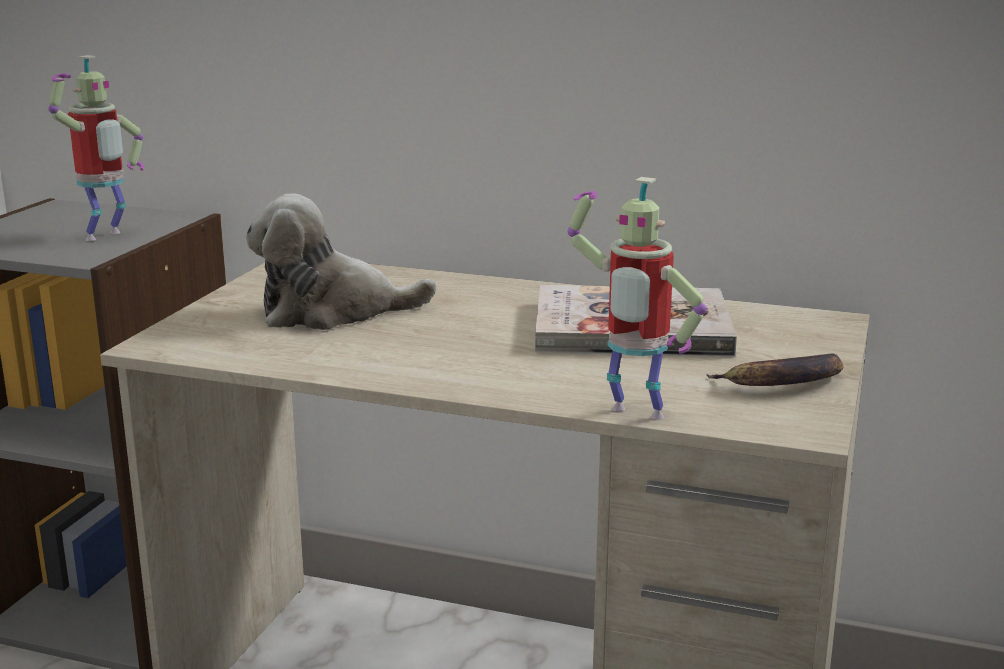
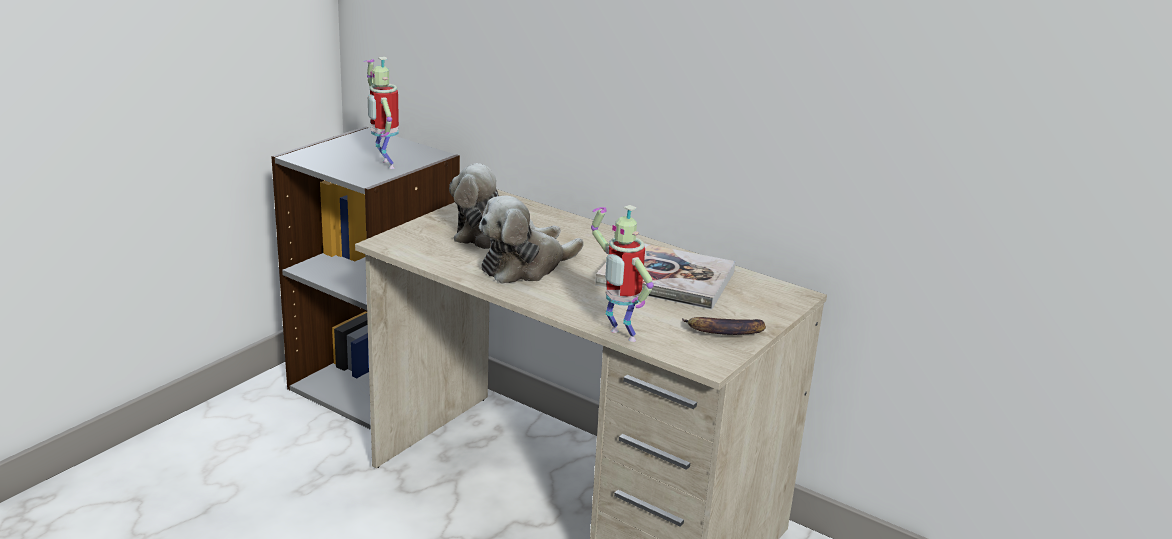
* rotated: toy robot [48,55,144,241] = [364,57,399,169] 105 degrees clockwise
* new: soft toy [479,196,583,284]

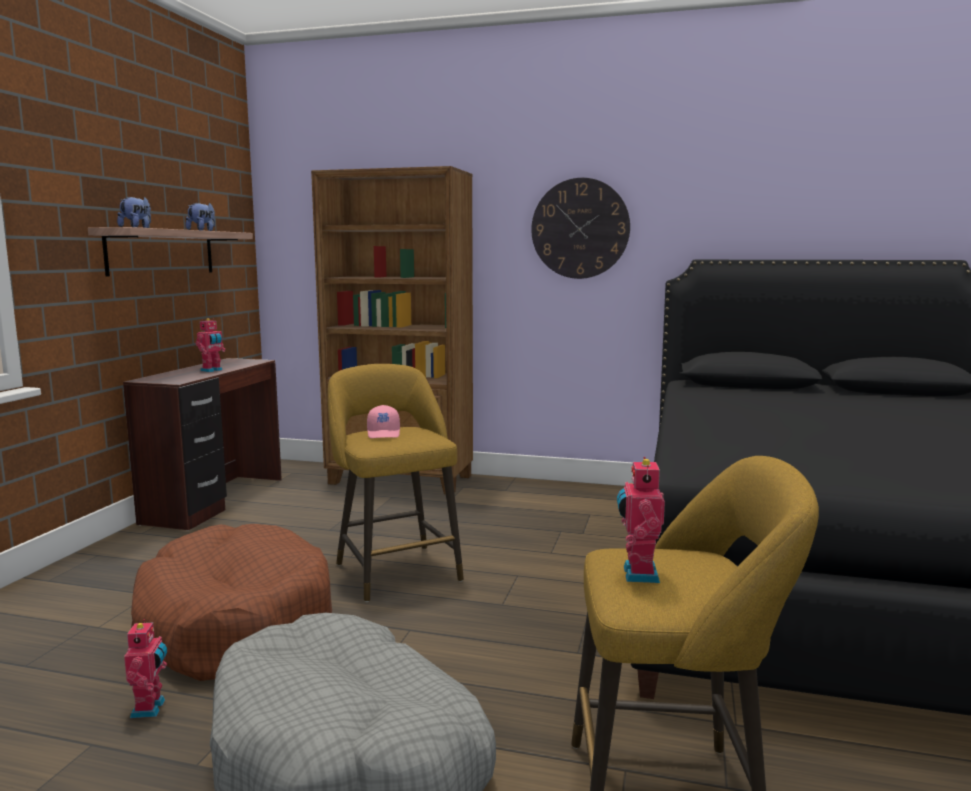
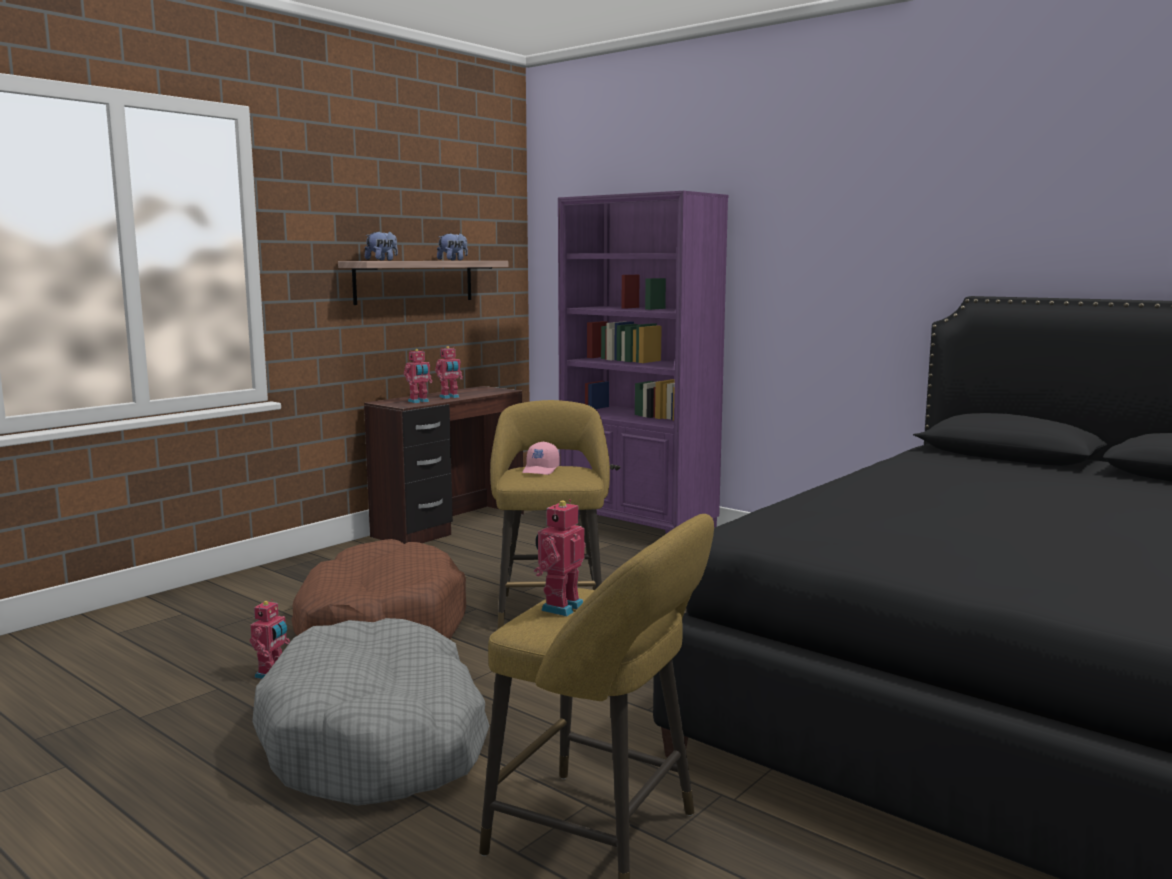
* new: toy robot [404,349,433,403]
* repainted: brown-coloured shelving unit [311,166,473,494] to purple shelving unit [558,191,728,534]
* gone: clock on the wall [531,178,630,279]

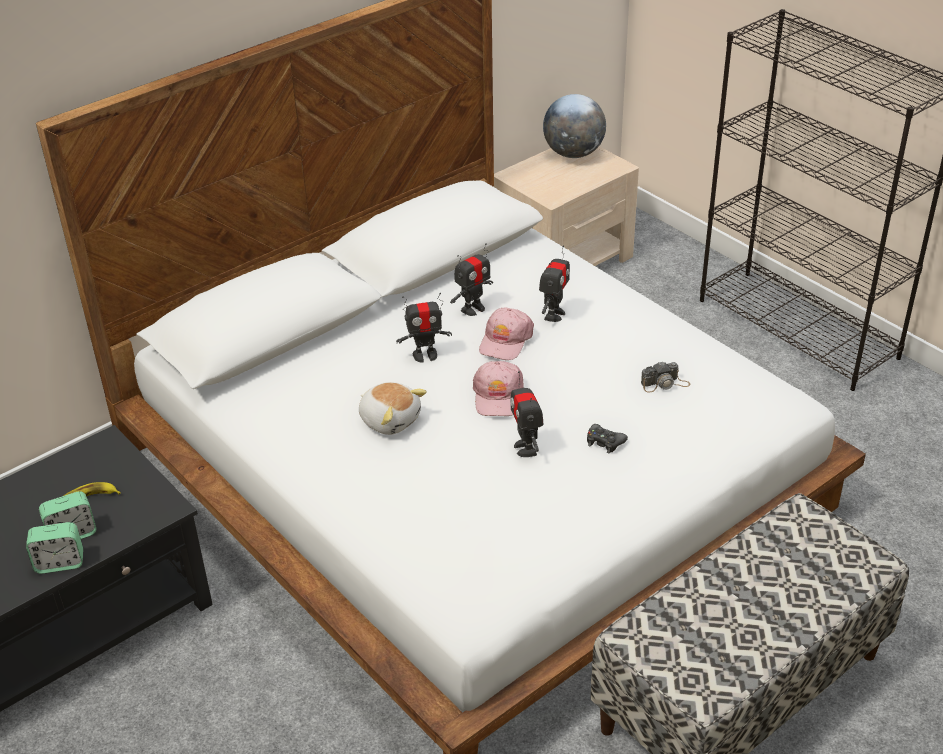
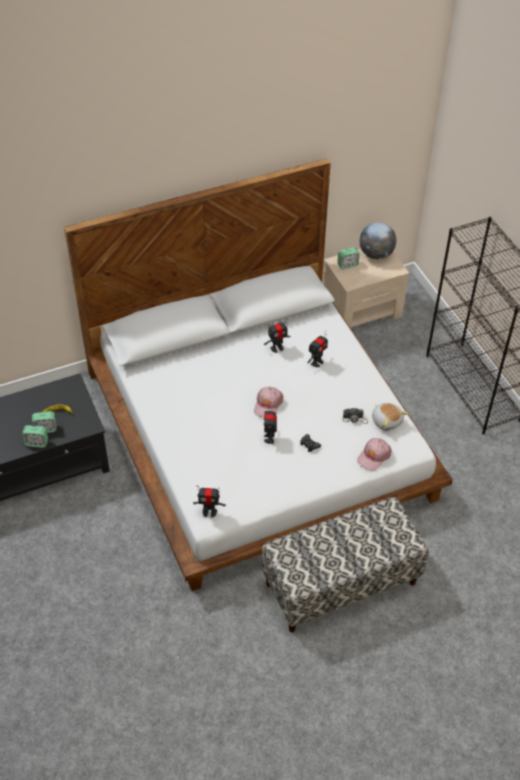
* shifted: toy robot [396,293,452,362] to [193,488,226,518]
* new: bedside clock [337,247,359,269]
* shifted: pink-coloured cap [479,307,534,360] to [357,438,392,471]
* shifted: soft toy [359,382,427,435] to [372,403,408,431]

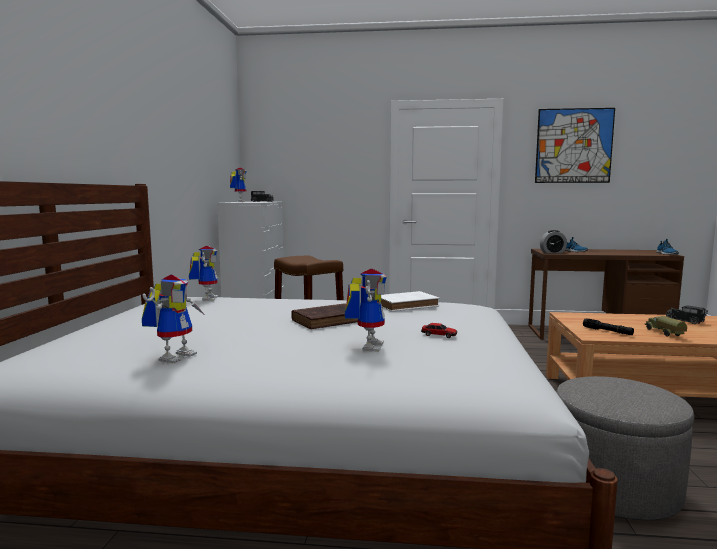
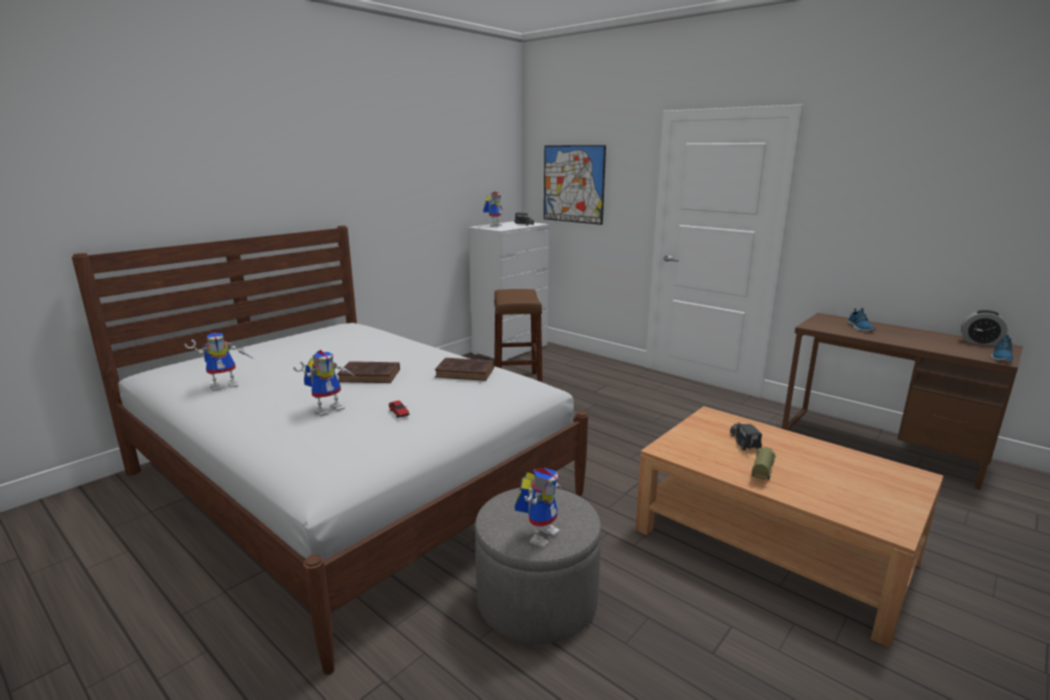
* repainted: whitish book [381,291,439,312] to brown-coloured book [435,358,494,381]
* shifted: toy robot [189,246,219,301] to [515,468,563,548]
* shifted: wall art [535,108,615,183] to [544,145,606,225]
* shifted: toy truck [665,305,708,324] to [730,422,762,451]
* shifted: bedside clock [540,230,567,253] to [961,310,1008,346]
* gone: black-coloured torch [583,318,634,335]

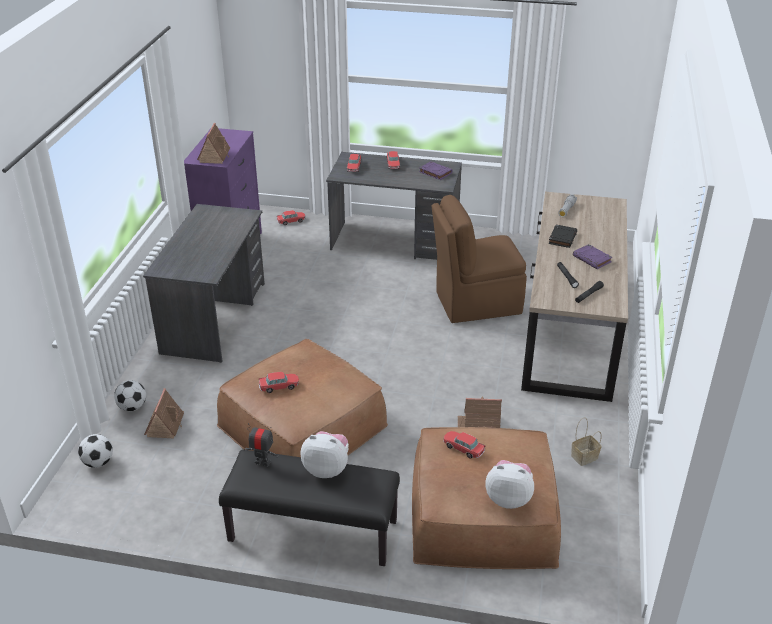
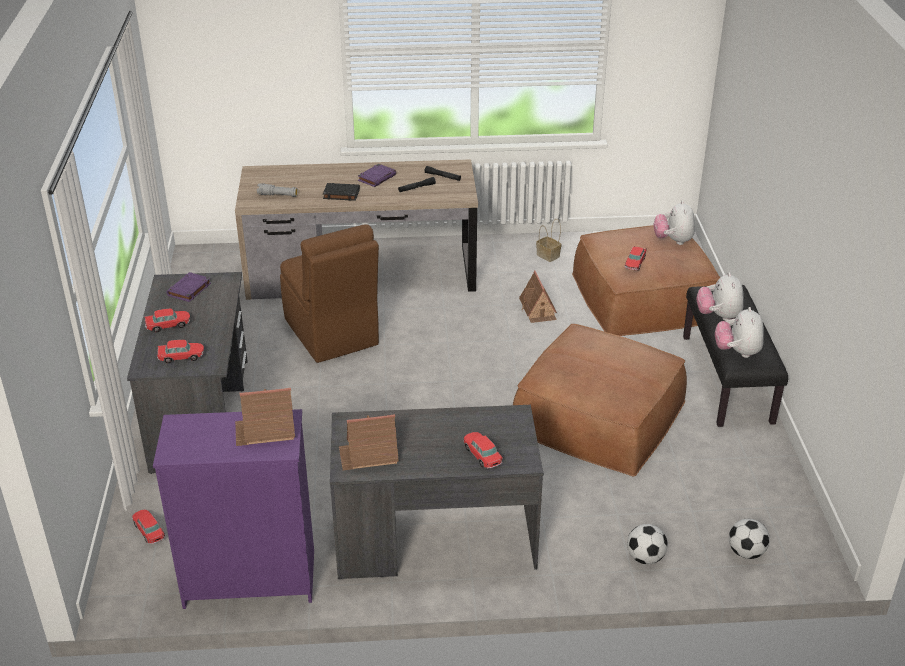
* shifted: toy house [144,388,184,439] to [339,414,399,470]
* shifted: model car [259,372,299,393] to [463,432,503,468]
* swapped: toy robot [244,423,279,467] to soft toy [715,307,764,358]

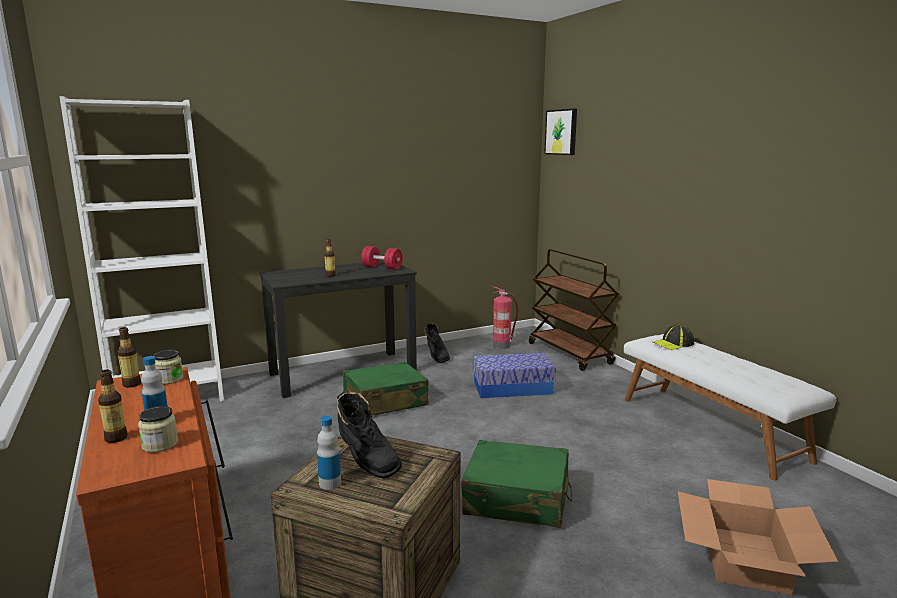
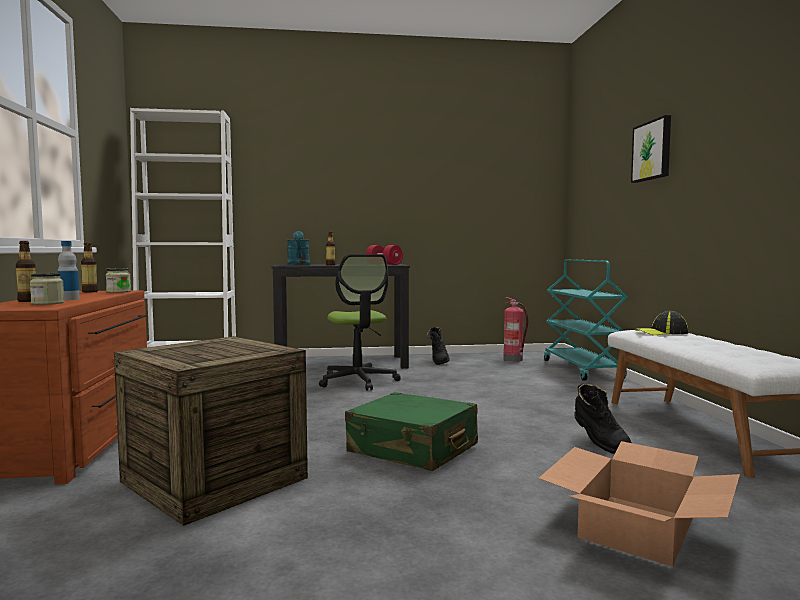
* new: blue-green watering can [287,231,310,265]
* swapped: greenish suitcase [343,362,428,415] to computer chair [319,254,401,391]
* repainted: brown-coloured trolley [529,249,619,371] to blue-green trolley [544,259,628,381]
* shifted: black-coloured boot [337,392,402,479] to [574,383,632,454]
* shifted: wall art [544,109,577,155] to [631,115,671,183]
* gone: bottle [317,416,341,490]
* gone: storage bin [473,353,556,398]

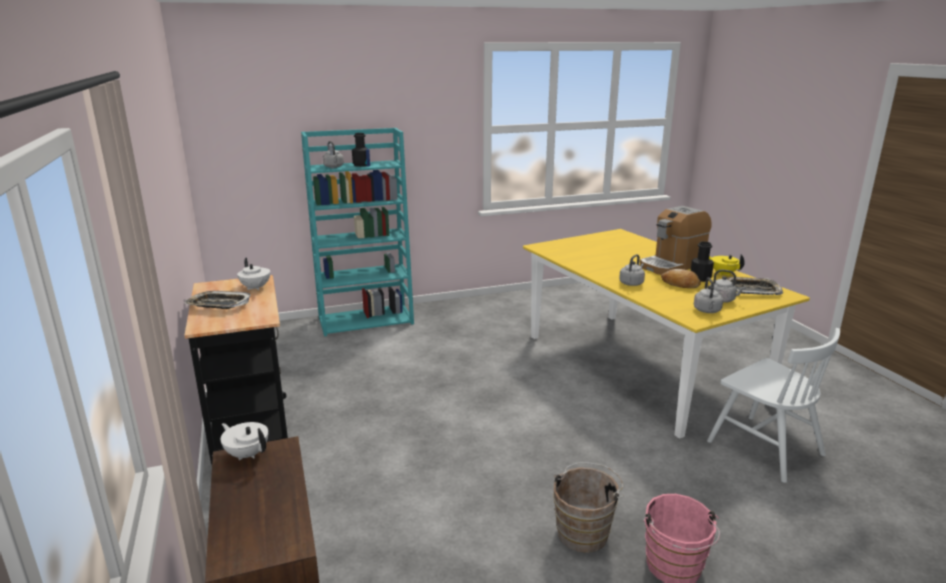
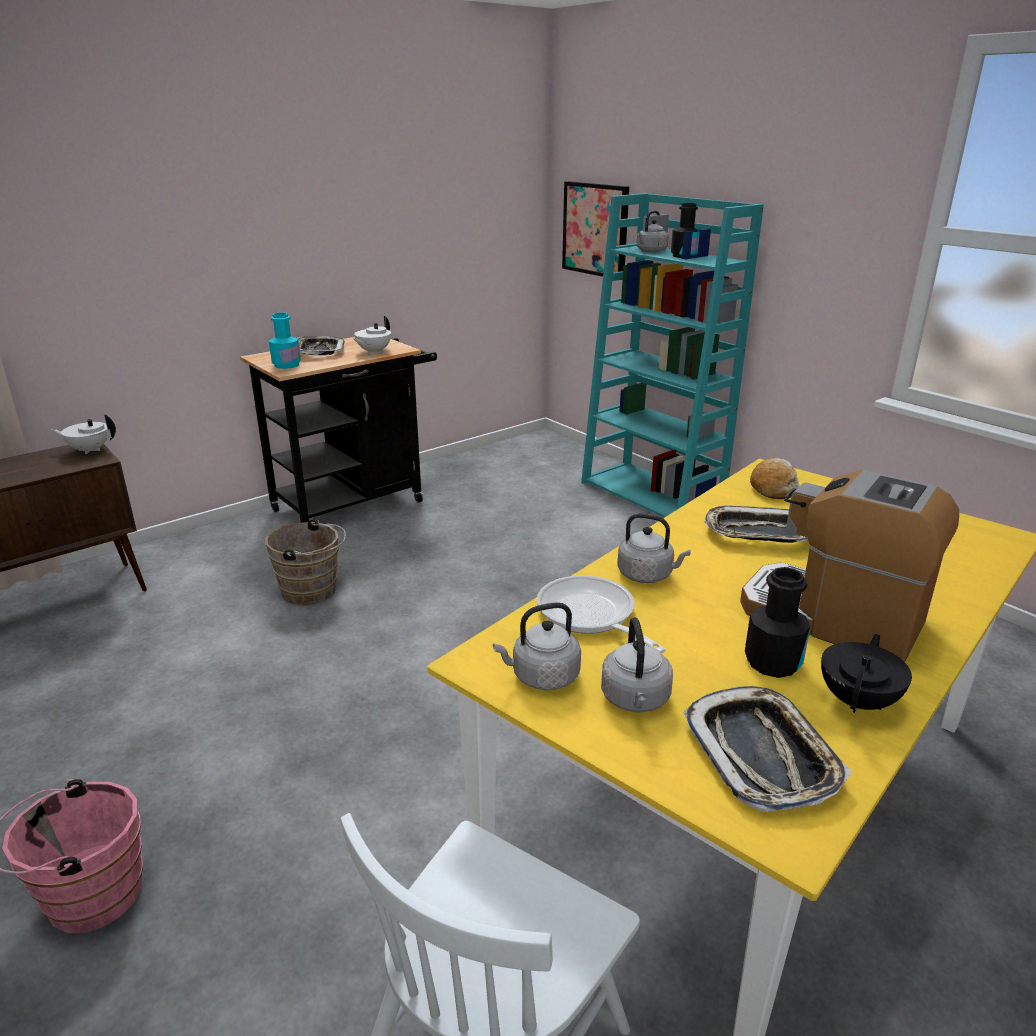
* rotated: whitish teapot [221,422,268,460] = [51,414,116,454] 105 degrees counterclockwise
* shifted: brown-coloured pail [553,462,624,553] to [265,519,346,605]
* new: blue-green bottle [269,312,301,369]
* new: pan [537,575,666,653]
* new: wall art [562,181,629,277]
* new: tray [704,506,808,543]
* shifted: bakery bread [661,269,701,288] to [750,458,800,499]
* repainted: yellow teapot [709,254,745,276] to black-coloured teapot [821,634,912,713]

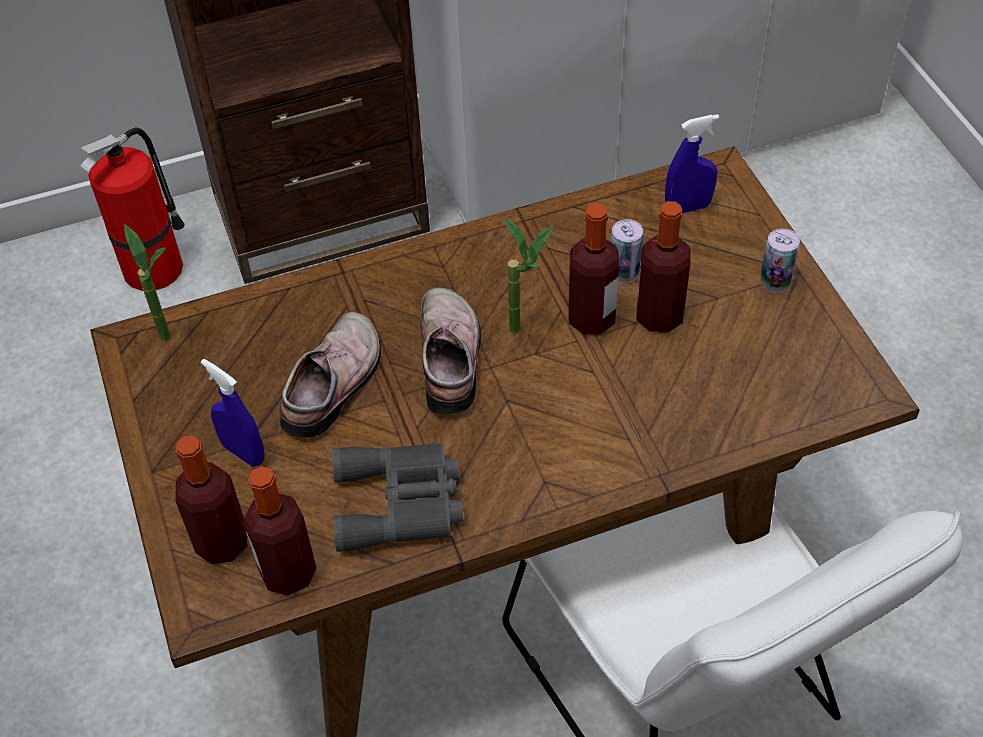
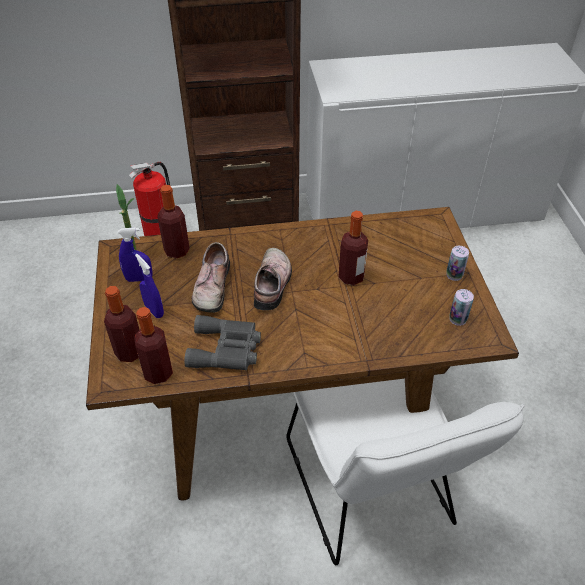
* shifted: blue-coloured spray bottle [665,114,719,213] to [118,228,153,282]
* shifted: bottle [636,201,690,333] to [157,185,190,259]
* rotated: item of footwear [280,312,381,438] = [192,242,230,313] 150 degrees clockwise
* shifted: can [611,219,643,283] to [449,289,474,326]
* gone: plant in a pot [503,218,554,334]

